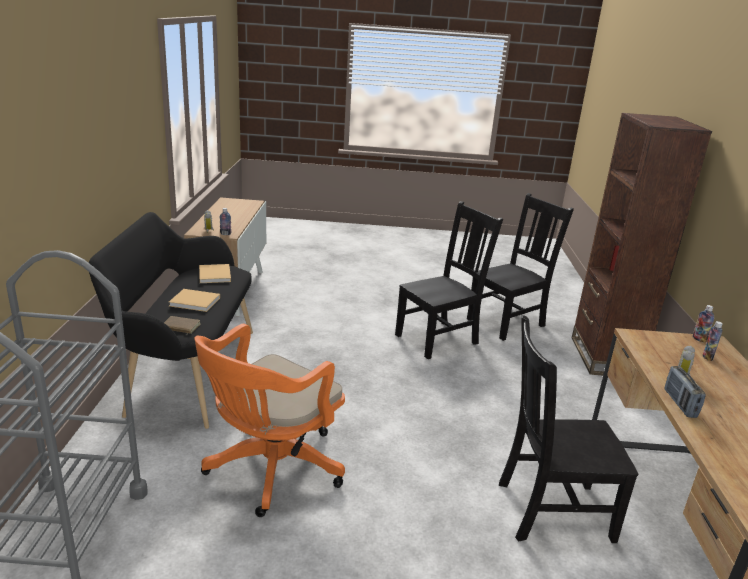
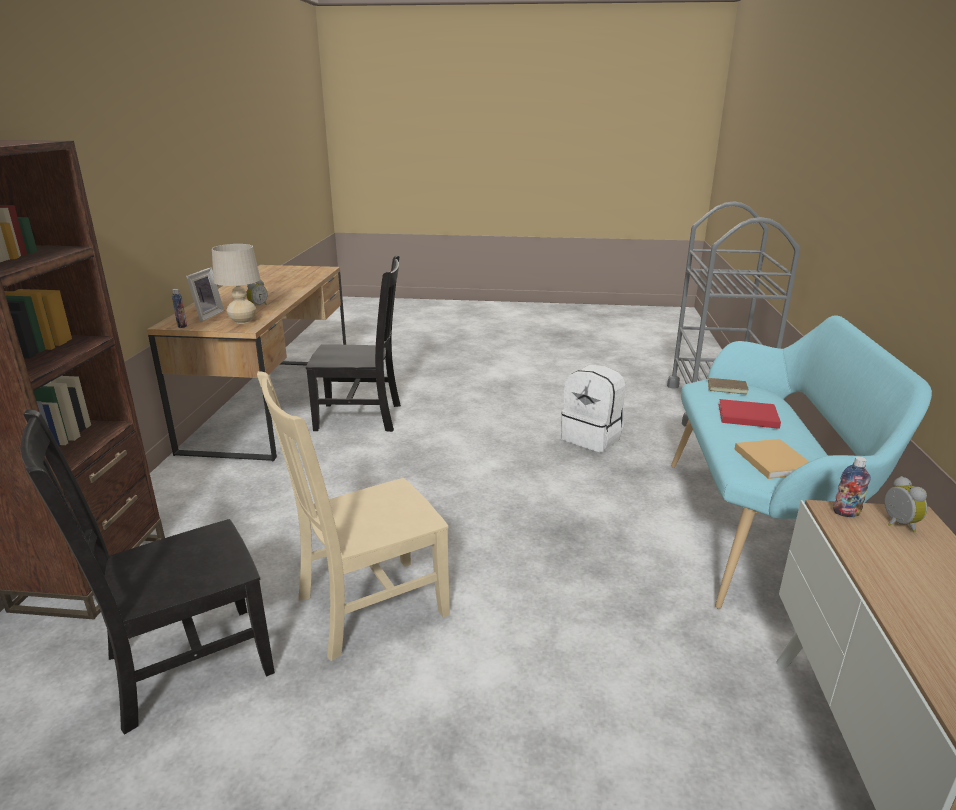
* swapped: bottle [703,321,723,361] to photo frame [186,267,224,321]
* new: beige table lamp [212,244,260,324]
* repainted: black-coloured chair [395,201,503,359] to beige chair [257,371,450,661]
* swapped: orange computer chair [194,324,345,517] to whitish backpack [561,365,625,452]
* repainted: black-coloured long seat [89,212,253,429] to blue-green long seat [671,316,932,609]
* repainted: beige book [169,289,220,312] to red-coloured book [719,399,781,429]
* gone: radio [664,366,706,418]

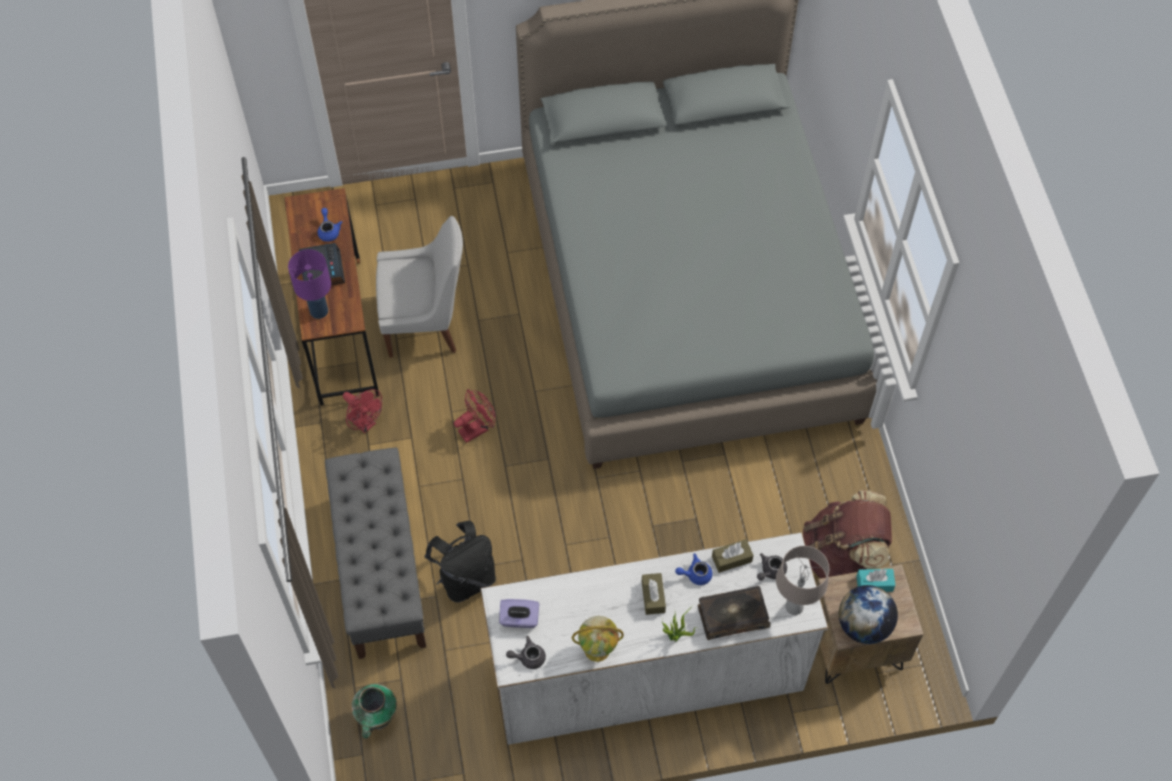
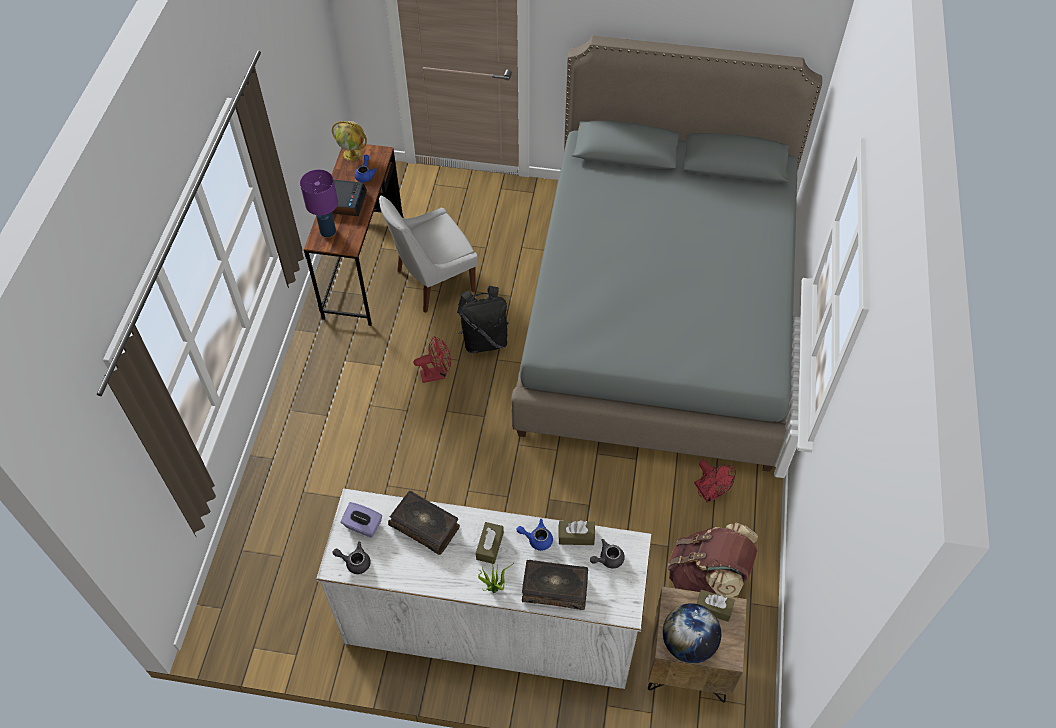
* shifted: desk globe [572,616,624,662] to [332,121,367,161]
* rotated: whitish chair [376,216,463,357] = [379,195,478,313] 135 degrees clockwise
* new: book [388,491,460,555]
* shifted: black-coloured backpack [424,521,496,603] to [457,286,509,354]
* shifted: red-coloured electric fan [343,389,382,433] to [694,460,736,503]
* repainted: blue-green box of tissues [856,569,896,592] to brown-coloured box of tissues [697,590,735,622]
* gone: grey long seat [325,448,426,659]
* gone: vase [351,684,397,739]
* gone: beige table lamp [776,546,829,615]

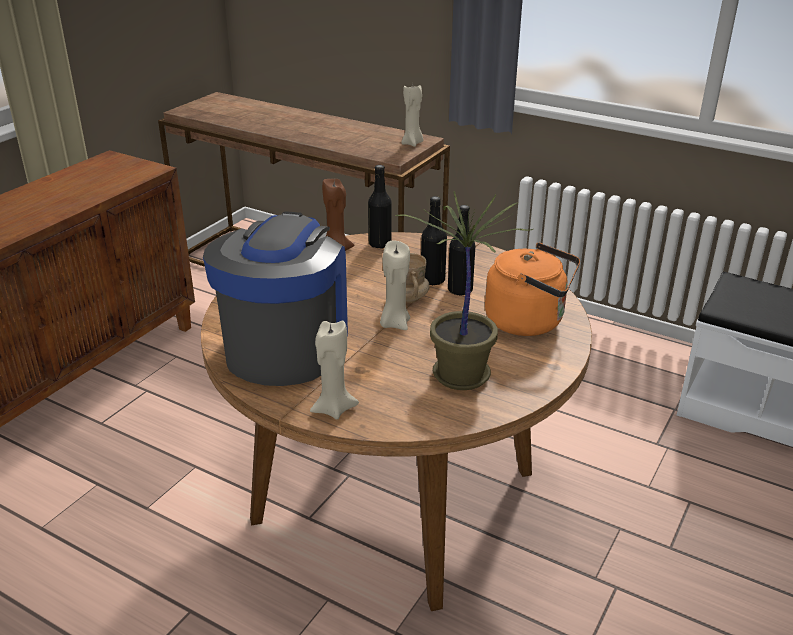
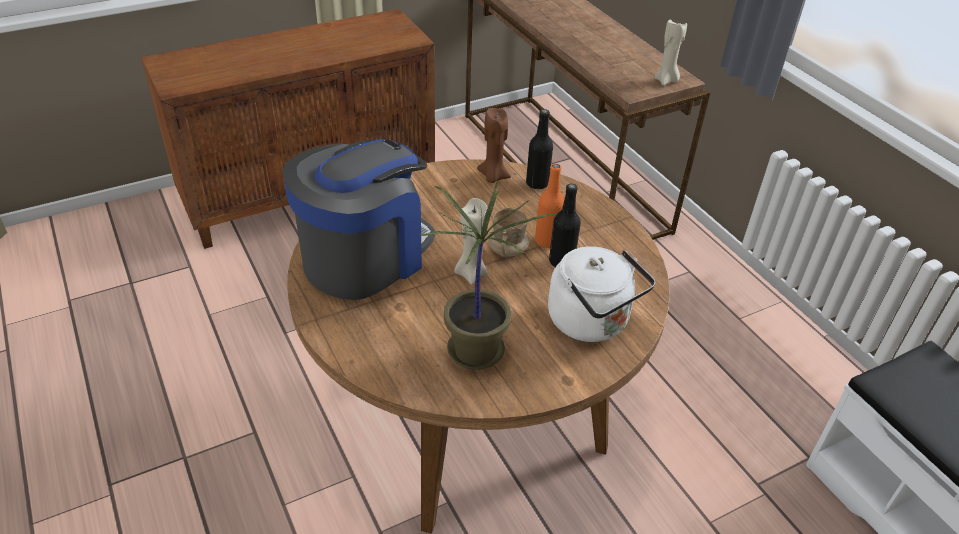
* repainted: black-coloured bottle [421,196,447,285] to orange bottle [535,164,565,248]
* repainted: orange tea kettle [485,243,580,336] to whitish tea kettle [548,246,655,342]
* gone: beige wax candle [310,321,359,420]

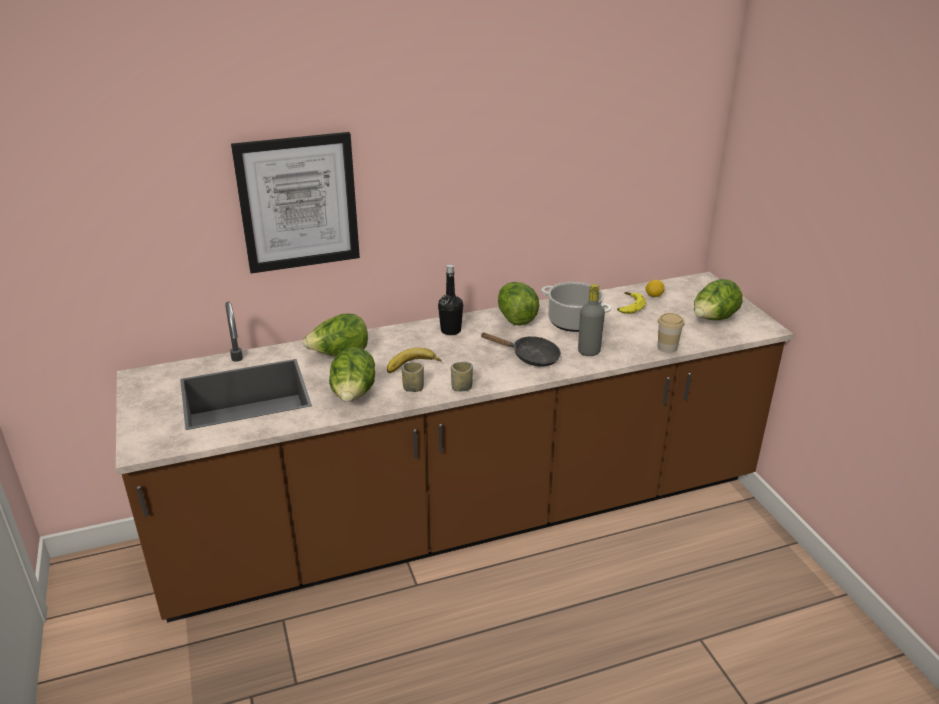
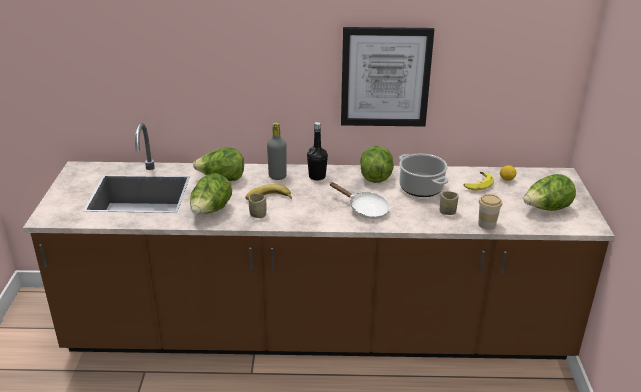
* shifted: grey bottle [578,284,605,356] to [267,122,287,180]
* repainted: black-coloured pan [480,333,561,366] to whitish pan [330,182,390,219]
* shifted: wall art [231,132,360,274] to [341,27,434,126]
* shifted: drinking cup [451,362,473,391] to [440,191,458,215]

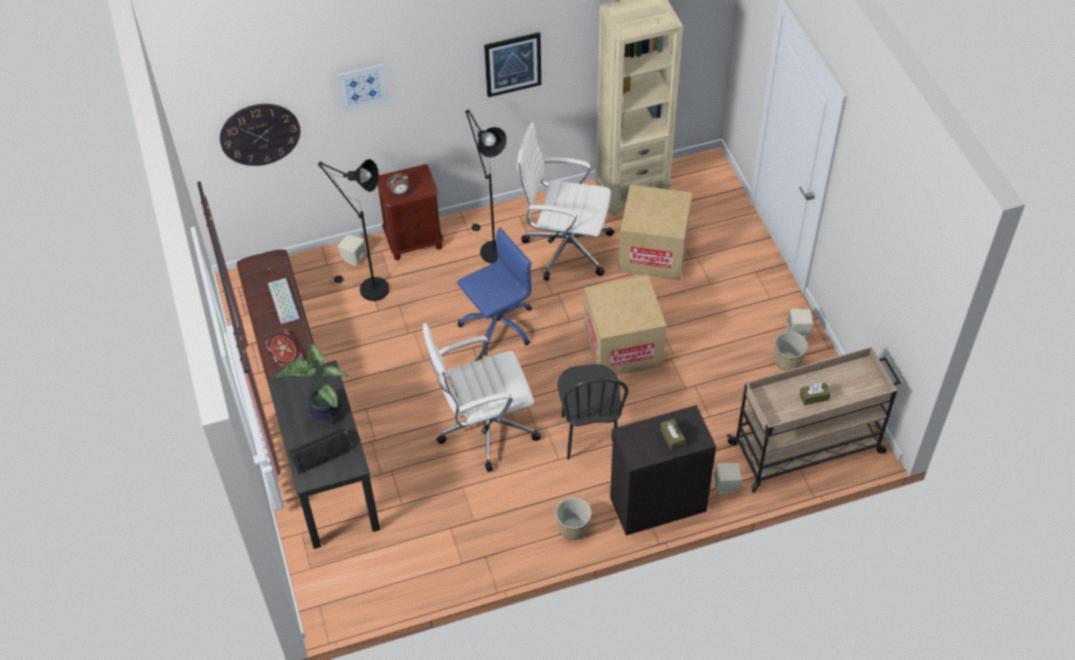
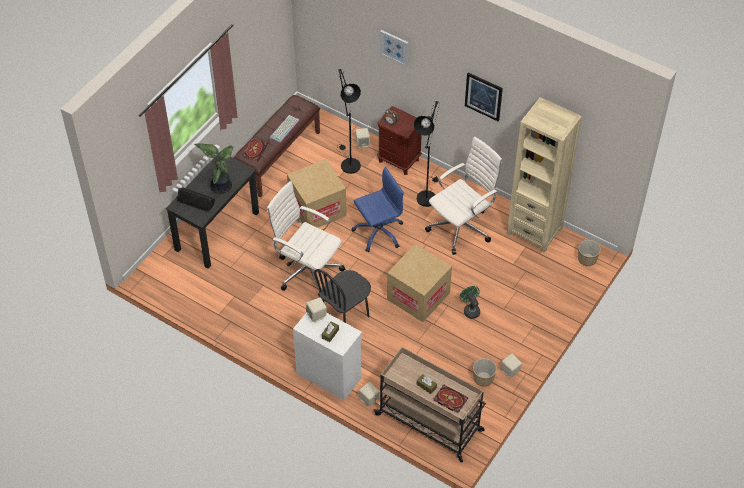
* shifted: packing box [618,184,692,280] to [287,159,347,228]
* repainted: black-coloured storage cabinet [610,405,716,535] to whitish storage cabinet [293,312,362,400]
* new: beige speaker [306,298,327,323]
* rotated: blue-coloured computer chair [457,228,532,356] = [352,167,404,252] 45 degrees counterclockwise
* rotated: whitish computer chair [517,122,614,281] = [425,137,502,255] 75 degrees clockwise
* new: book [434,384,468,413]
* new: greenish electric fan [460,286,480,319]
* shifted: plant pot [556,498,592,540] to [578,240,601,266]
* gone: clock on the wall [220,104,300,166]

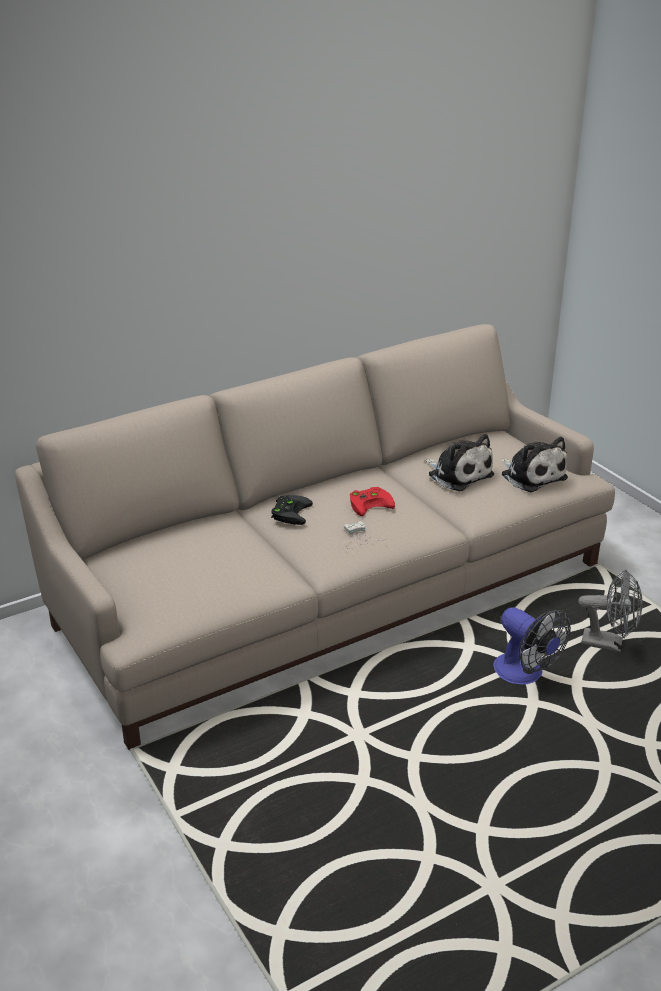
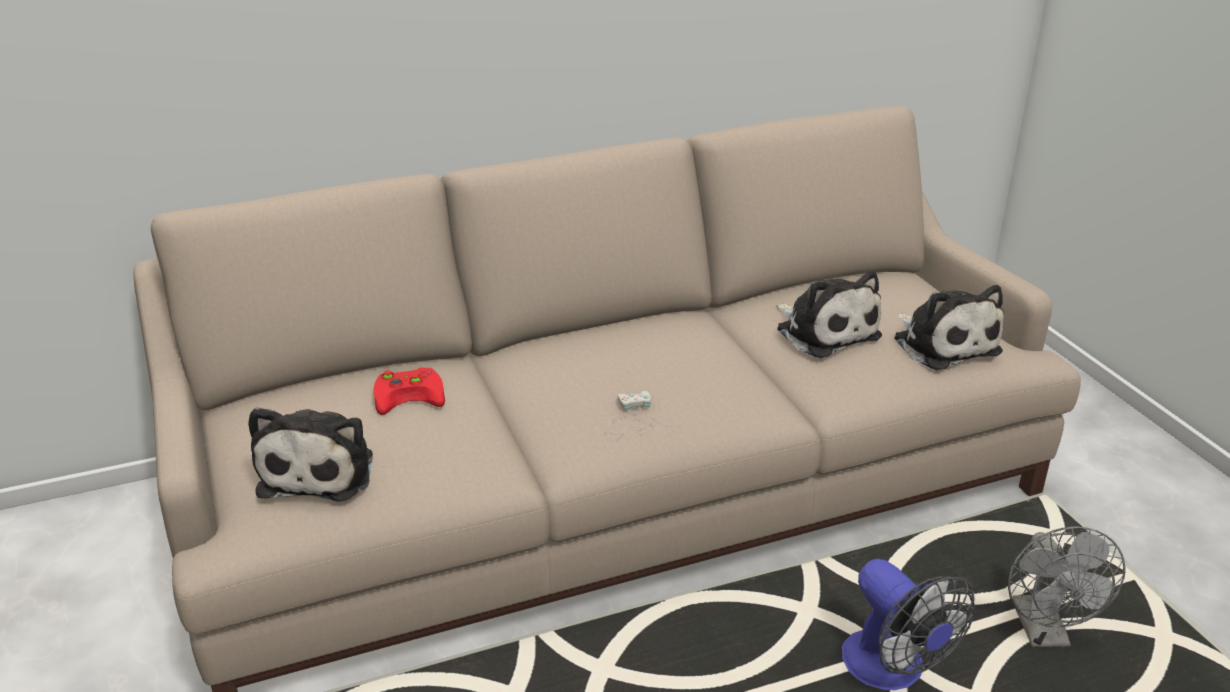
* new: soft toy [248,407,373,502]
* shifted: red-coloured joypad [350,487,395,516] to [374,368,445,415]
* rotated: grey electric fan [578,569,642,652] = [1008,526,1126,647] 60 degrees clockwise
* gone: black-coloured joypad [271,495,313,525]

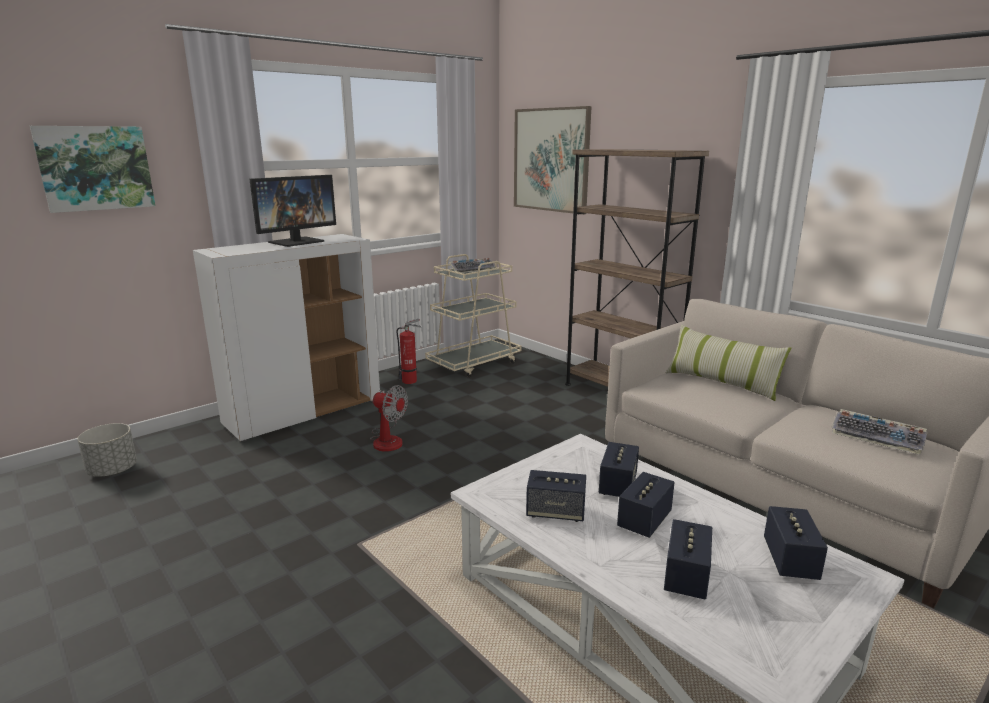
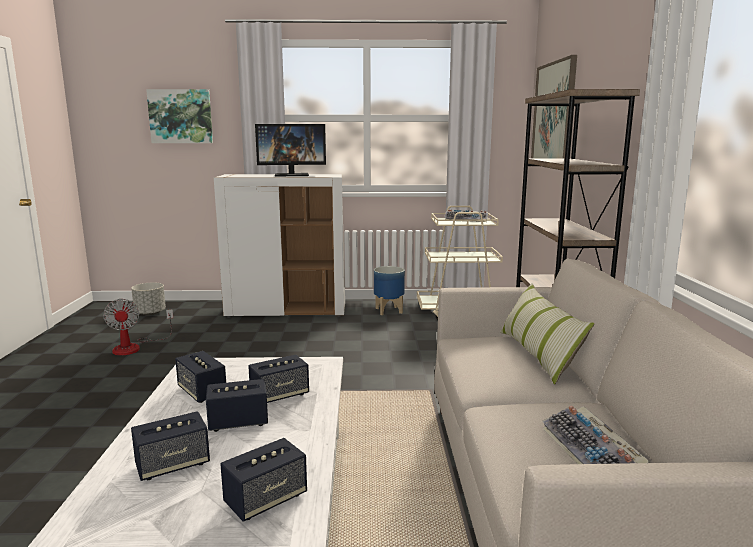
* shifted: electric fan [370,385,408,452] to [103,299,173,356]
* swapped: extinguisher [397,318,422,384] to plant pot [374,266,405,315]

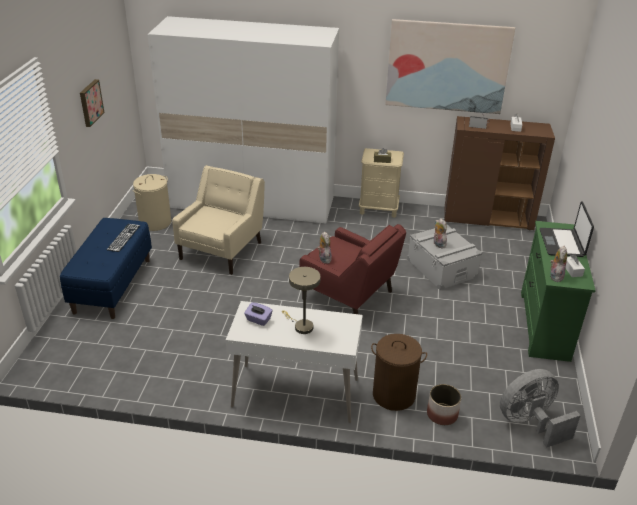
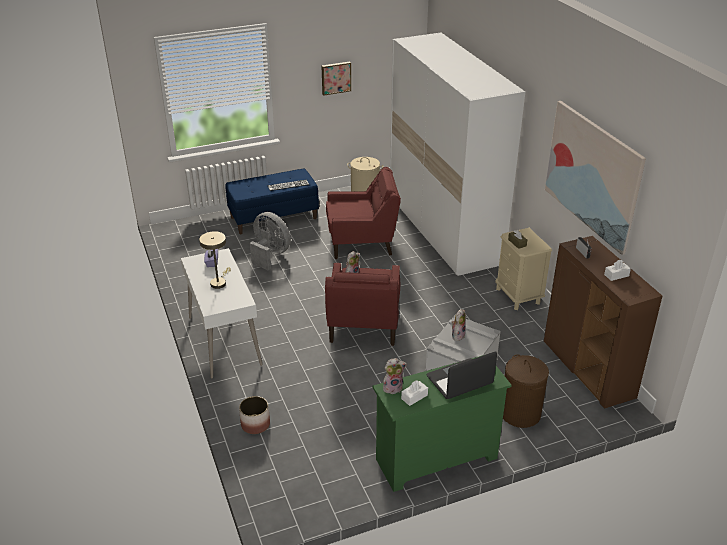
* shifted: grey electric fan [500,369,581,448] to [250,212,291,270]
* repainted: beige armchair [172,165,265,275] to red-coloured armchair [326,167,401,259]
* shifted: brown-coloured hamper [371,334,427,411] to [503,354,549,428]

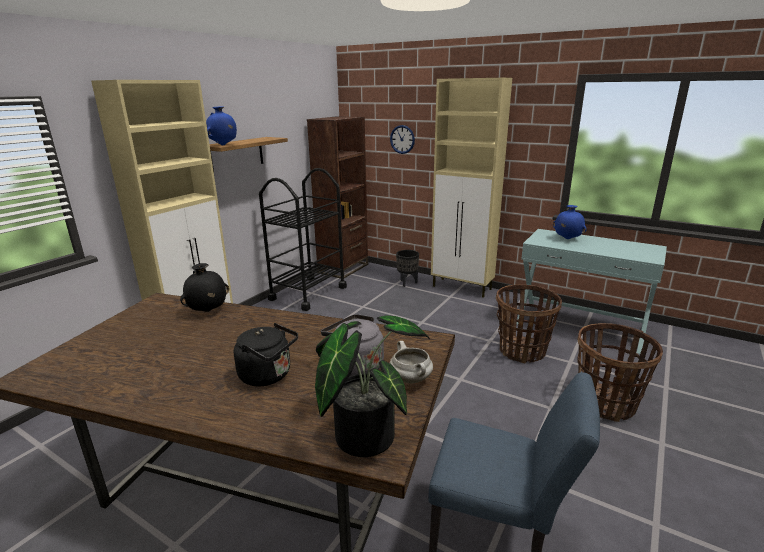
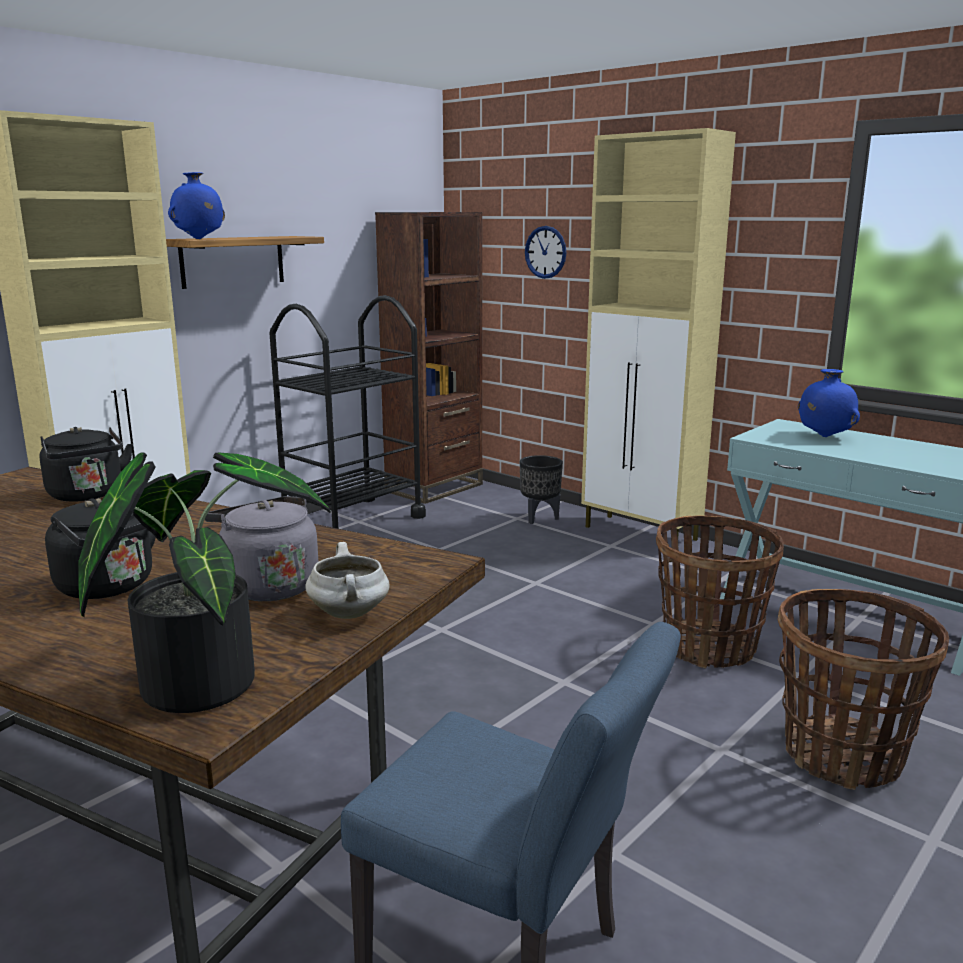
* swapped: black-coloured vase [180,263,229,312] to black-coloured tea kettle [40,427,133,501]

